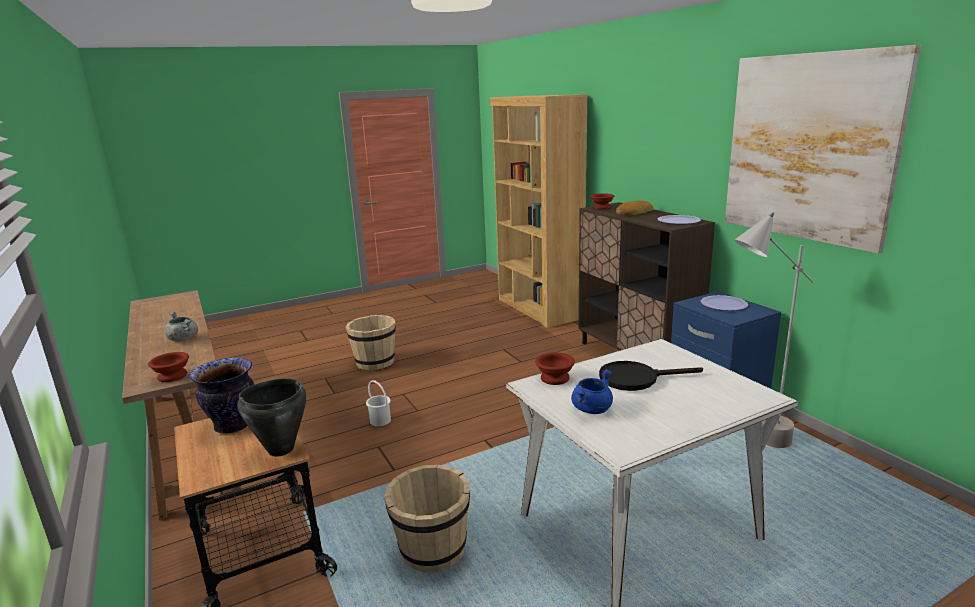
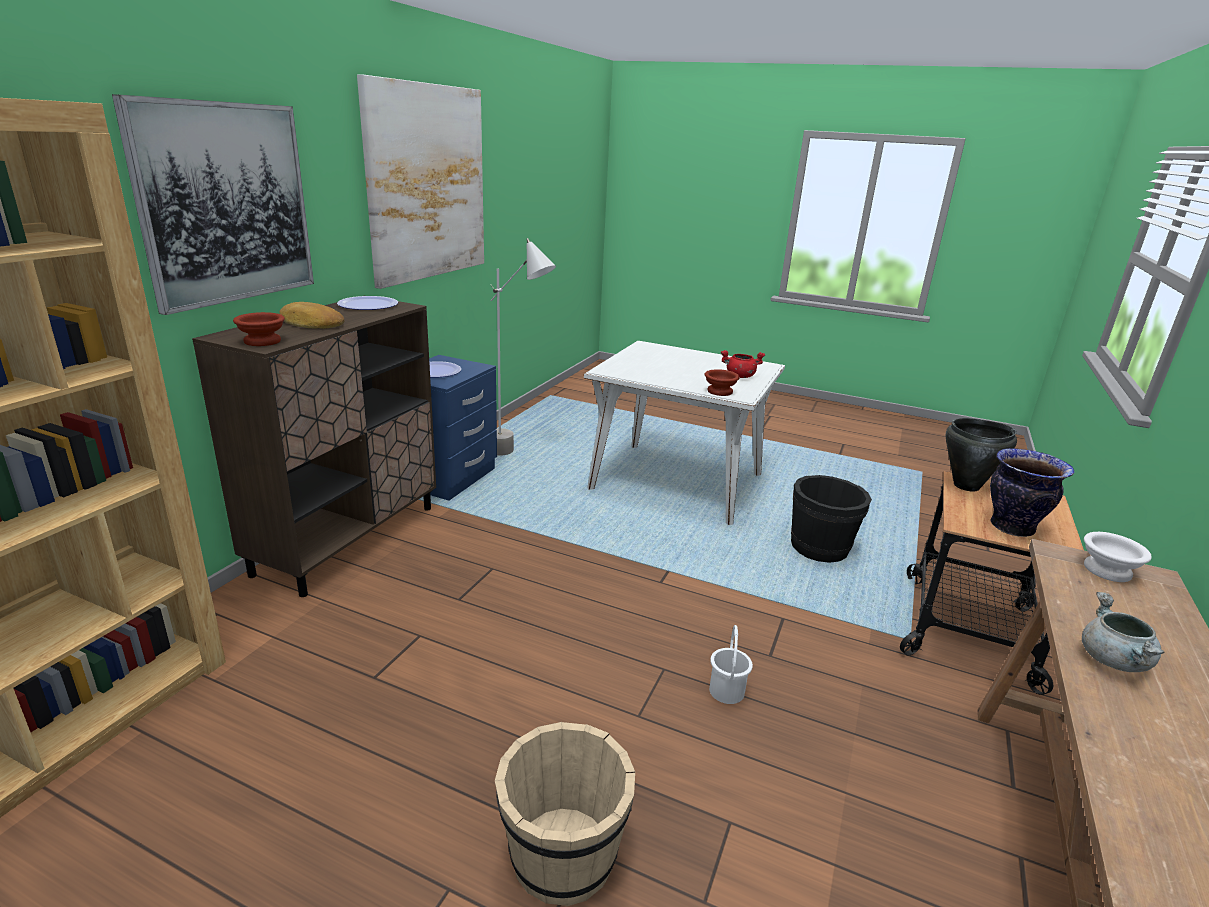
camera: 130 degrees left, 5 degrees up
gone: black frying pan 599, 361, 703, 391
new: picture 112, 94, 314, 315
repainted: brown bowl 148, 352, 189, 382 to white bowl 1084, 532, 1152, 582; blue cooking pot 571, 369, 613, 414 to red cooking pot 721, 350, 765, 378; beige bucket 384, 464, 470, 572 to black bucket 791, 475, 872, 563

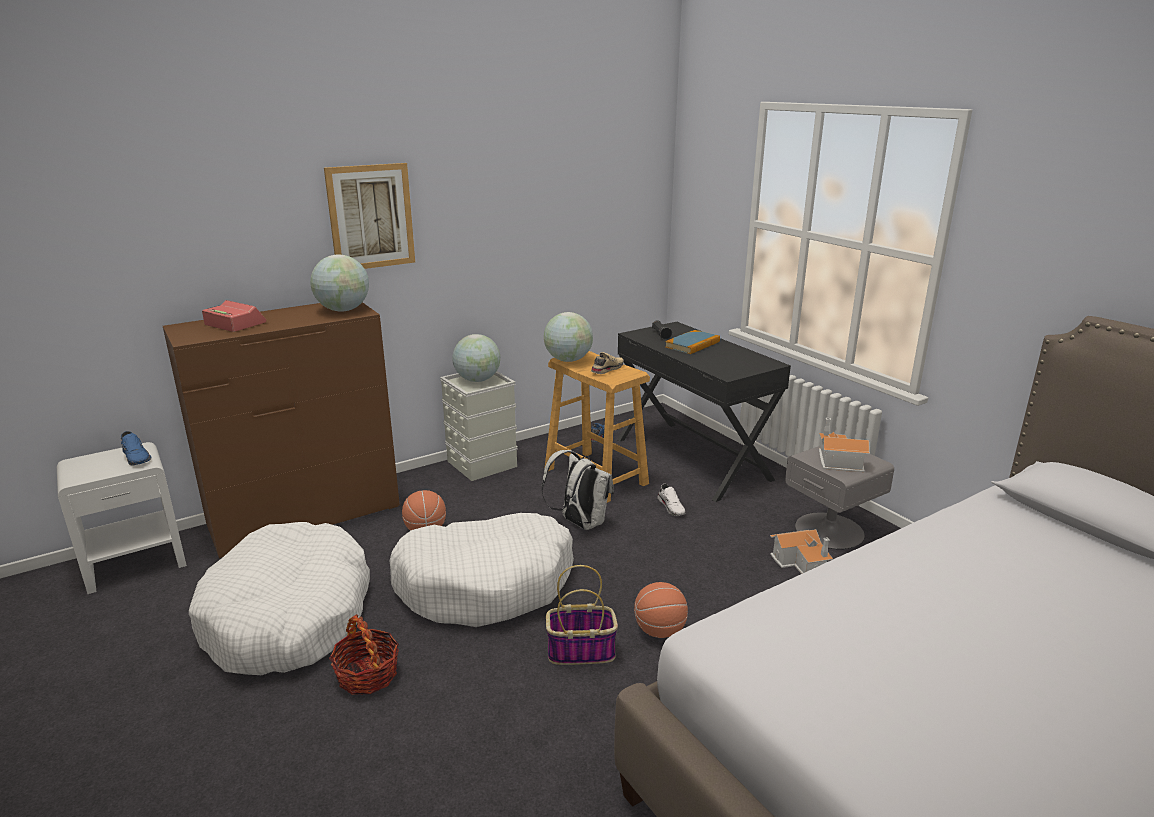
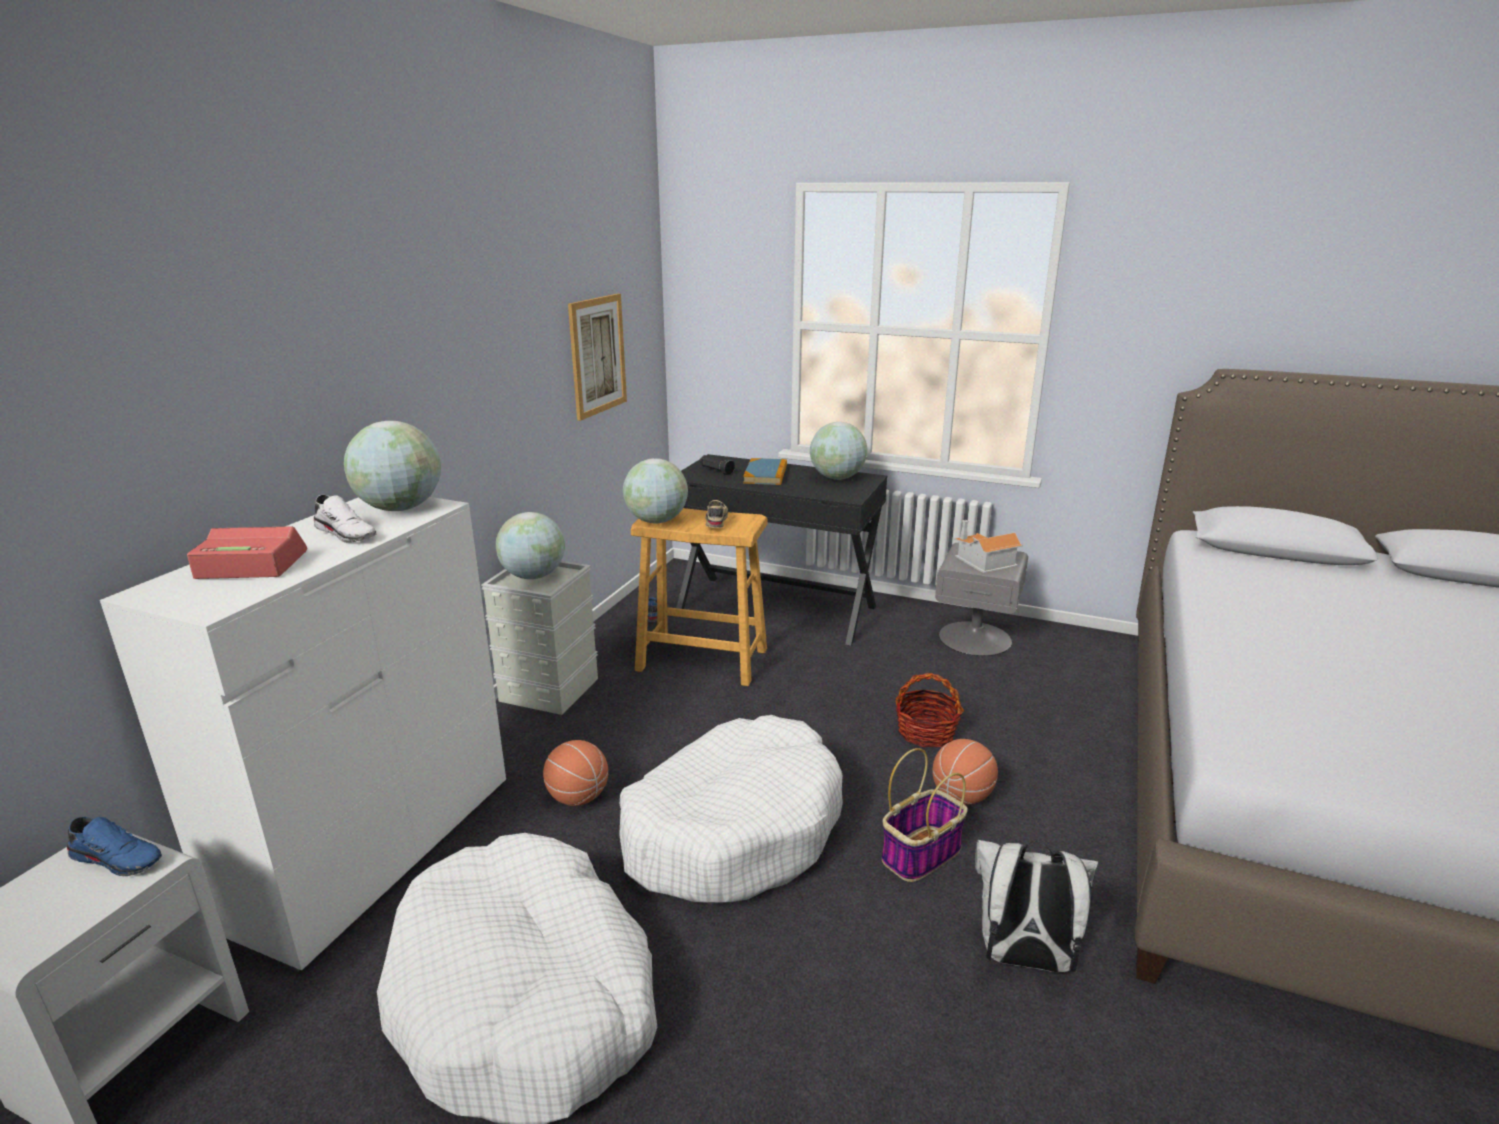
camera: 35 degrees left, 0 degrees up
gone: toy house 770, 529, 833, 574
new: globe 810, 422, 867, 480
shifted: picture 324, 163, 415, 269 to 568, 294, 627, 421; white backpack 542, 450, 614, 530 to 975, 840, 1098, 972; white shoe 657, 484, 686, 516 to 314, 495, 377, 543; basket 329, 614, 399, 695 to 895, 673, 964, 747
repainted: brown dresser 163, 302, 400, 558 to white dresser 100, 497, 506, 972

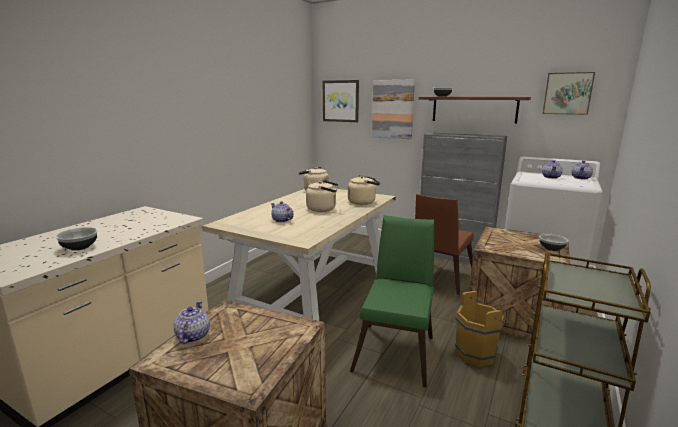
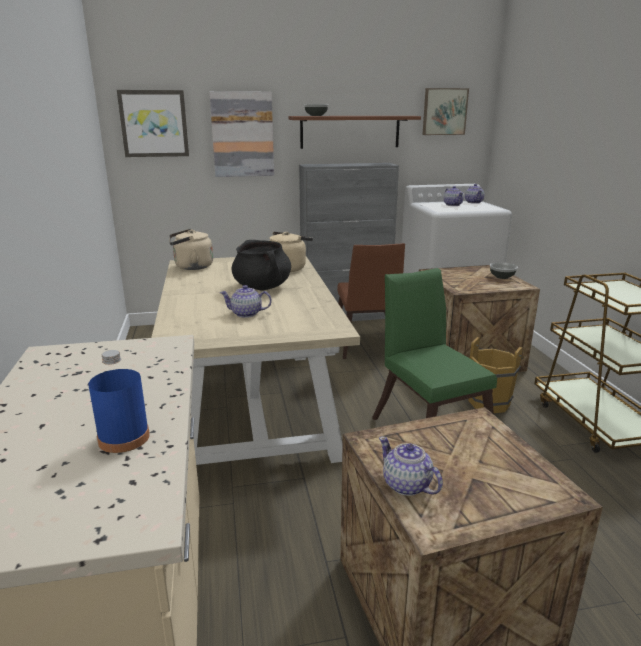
camera: 40 degrees left, 5 degrees up
swapped: beige kettle 306, 180, 339, 212 to black cooking pot 232, 240, 291, 291; bowl 55, 227, 98, 251 to blue bottle 88, 350, 150, 453

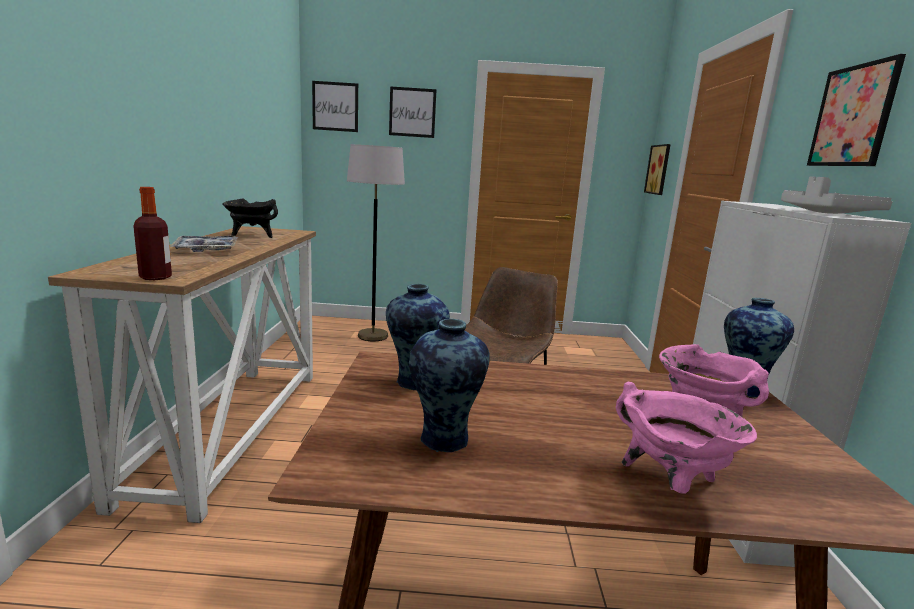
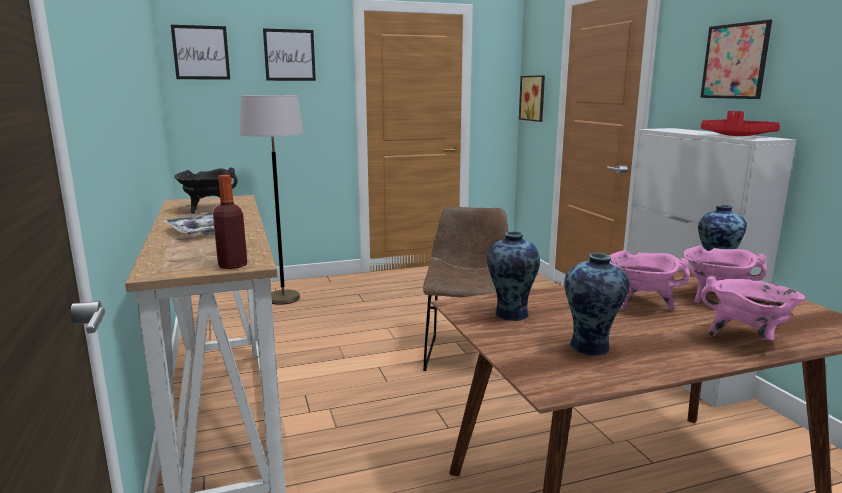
camera: 20 degrees left, 0 degrees up
new: pink cooking pot 610, 250, 690, 311
repainted: grey tray 781, 176, 892, 214 to red tray 701, 111, 780, 136

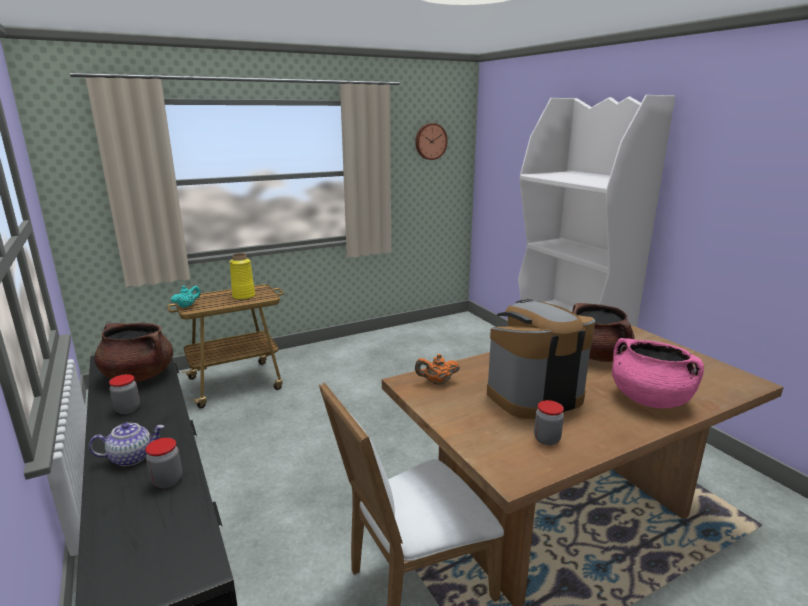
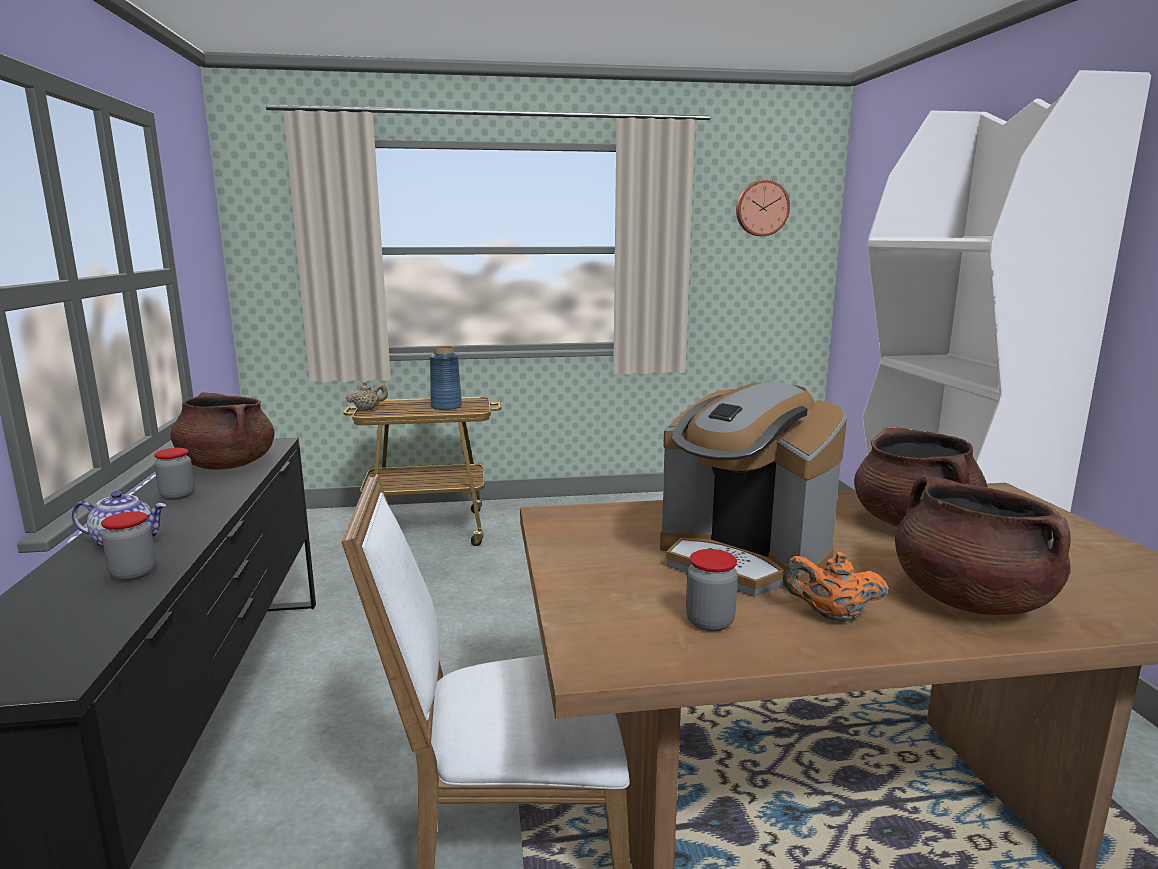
camera: 20 degrees right, 5 degrees down
shifted: orange teapot 415, 354, 460, 385 to 783, 552, 889, 622
repainted: yellow vase 230, 253, 255, 300 to blue vase 430, 346, 462, 410; turquoise teapot 171, 286, 201, 308 to beige teapot 346, 381, 388, 411; pink cooking pot 612, 338, 704, 408 to brown cooking pot 895, 475, 1071, 615
rotated: coffee machine 487, 299, 595, 419 = 660, 382, 847, 597 135 degrees counterclockwise

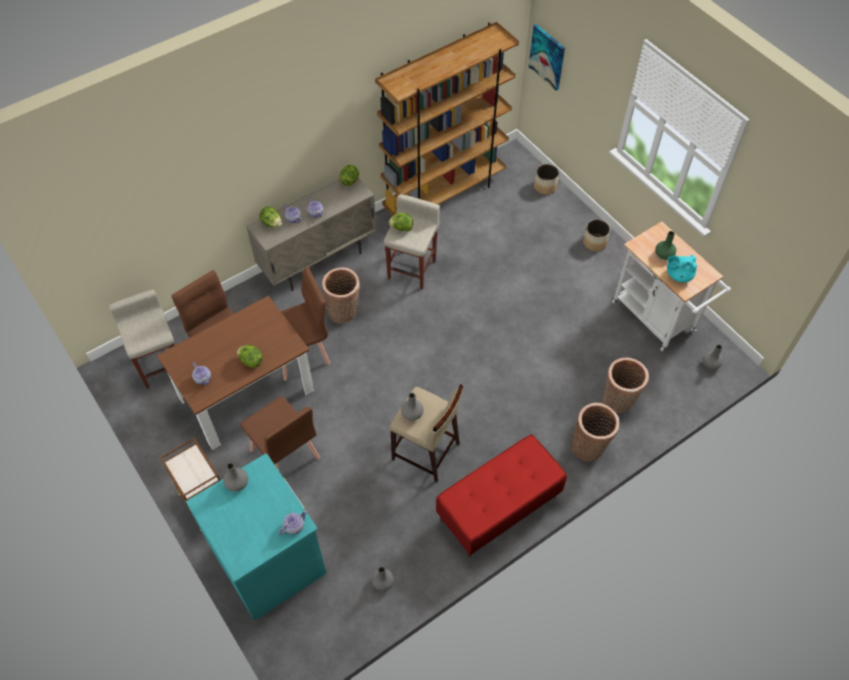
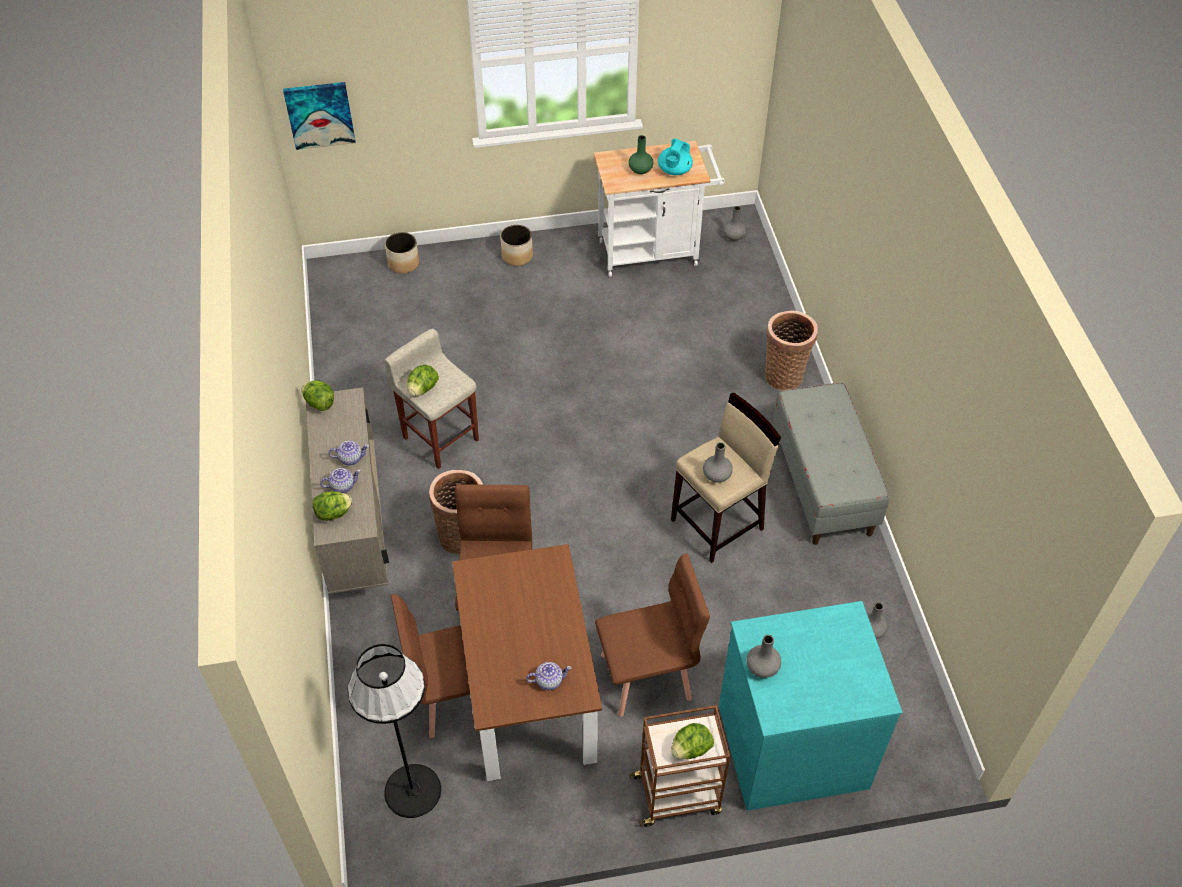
camera: 65 degrees left, 5 degrees down
gone: brown bookcase 375, 22, 519, 216; basket 603, 357, 649, 413; teapot 278, 510, 307, 535
shifted: lettuce 237, 345, 262, 368 to 671, 723, 714, 759
swapped: beige stool 108, 289, 175, 389 to black floor lamp 348, 644, 441, 818
repainted: red bench 436, 434, 567, 557 to grey bench 773, 383, 889, 545

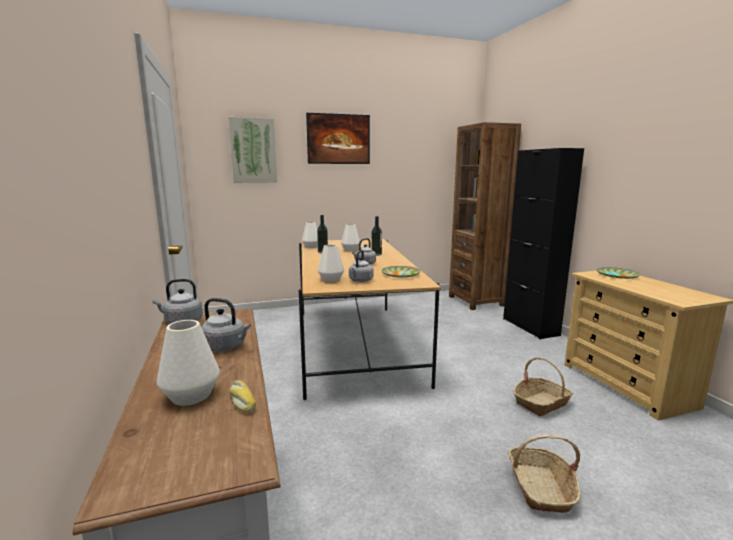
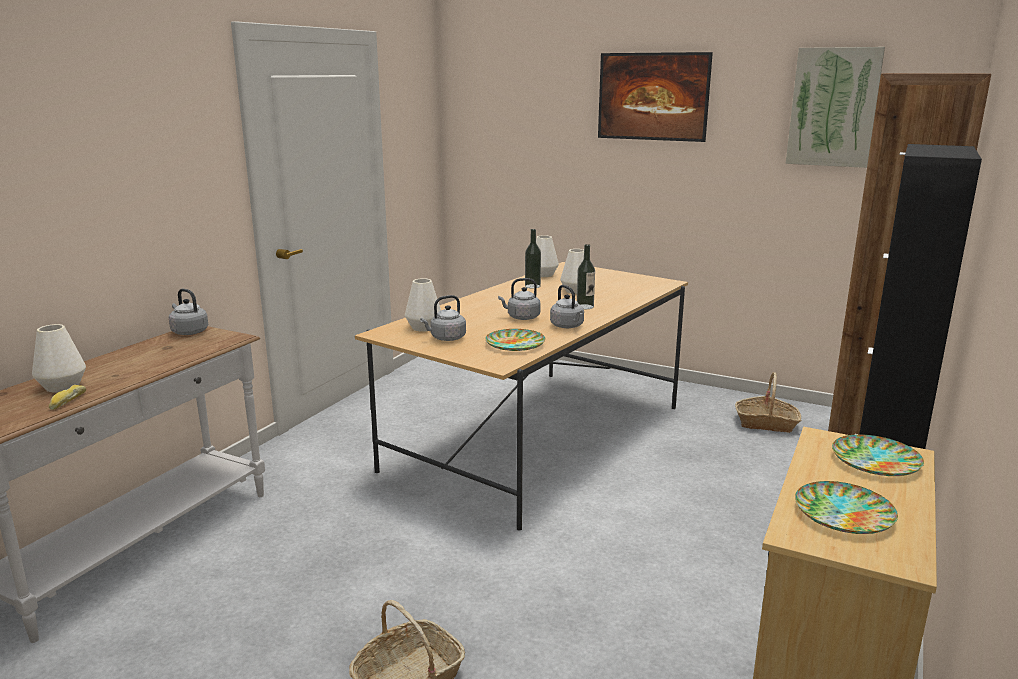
camera: 45 degrees right, 5 degrees up
new: plate 795, 481, 898, 534
shifted: picture 229, 117, 277, 183 to 786, 47, 885, 168; grey kettle 201, 298, 251, 352 to 550, 285, 584, 328; basket 513, 357, 573, 416 to 735, 372, 801, 433

